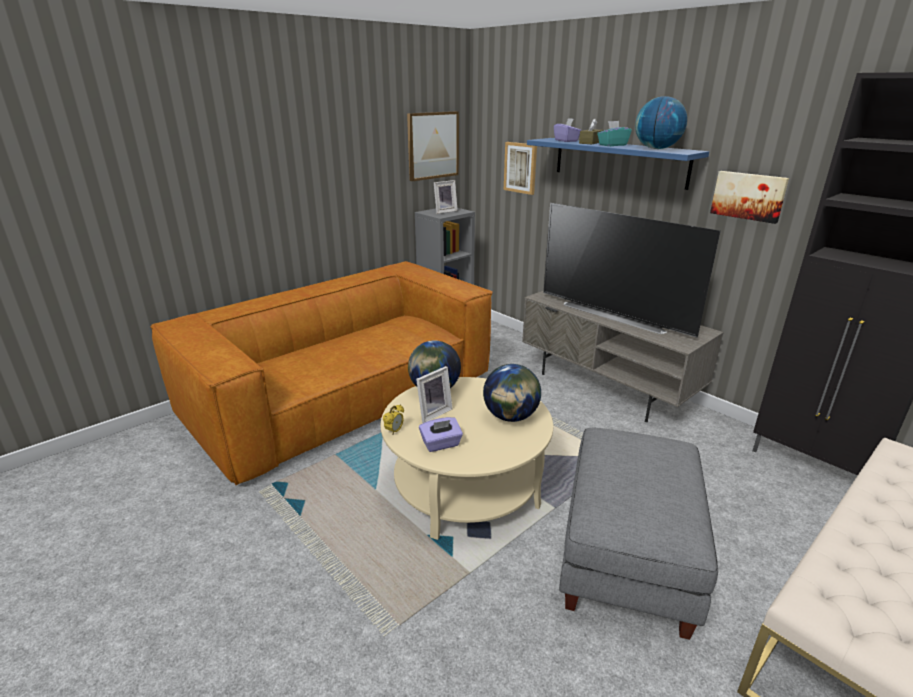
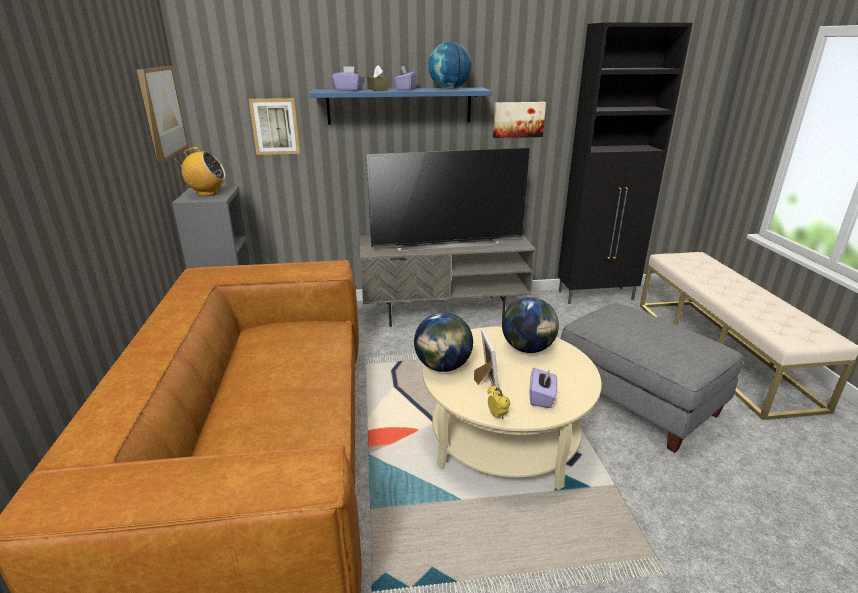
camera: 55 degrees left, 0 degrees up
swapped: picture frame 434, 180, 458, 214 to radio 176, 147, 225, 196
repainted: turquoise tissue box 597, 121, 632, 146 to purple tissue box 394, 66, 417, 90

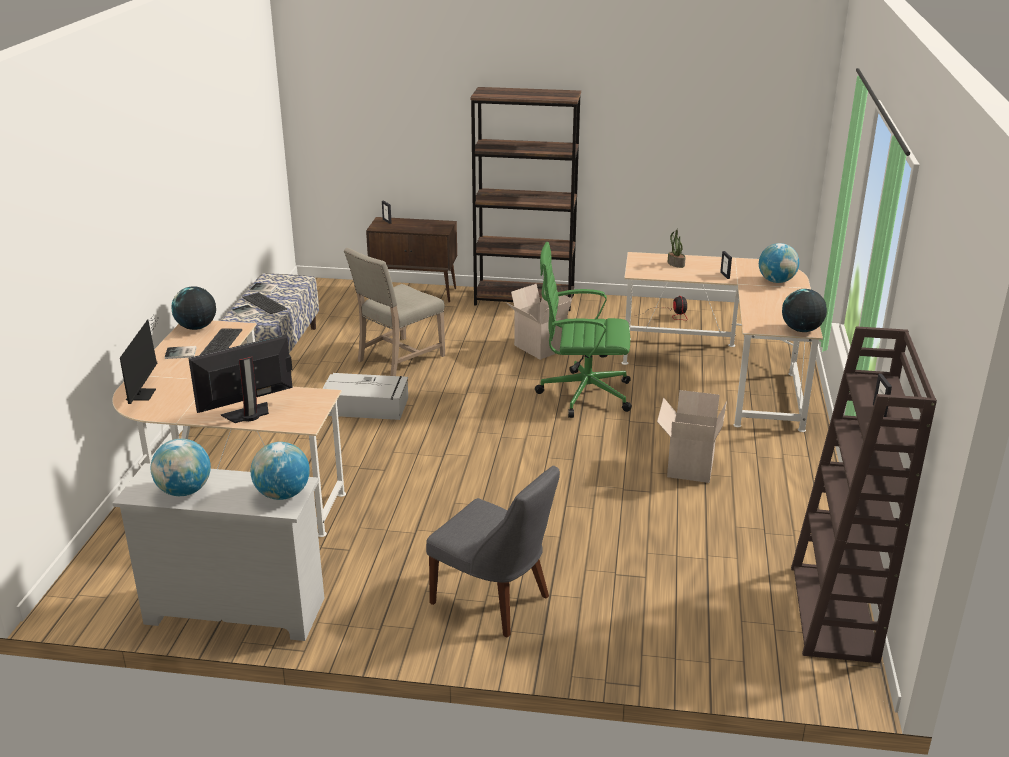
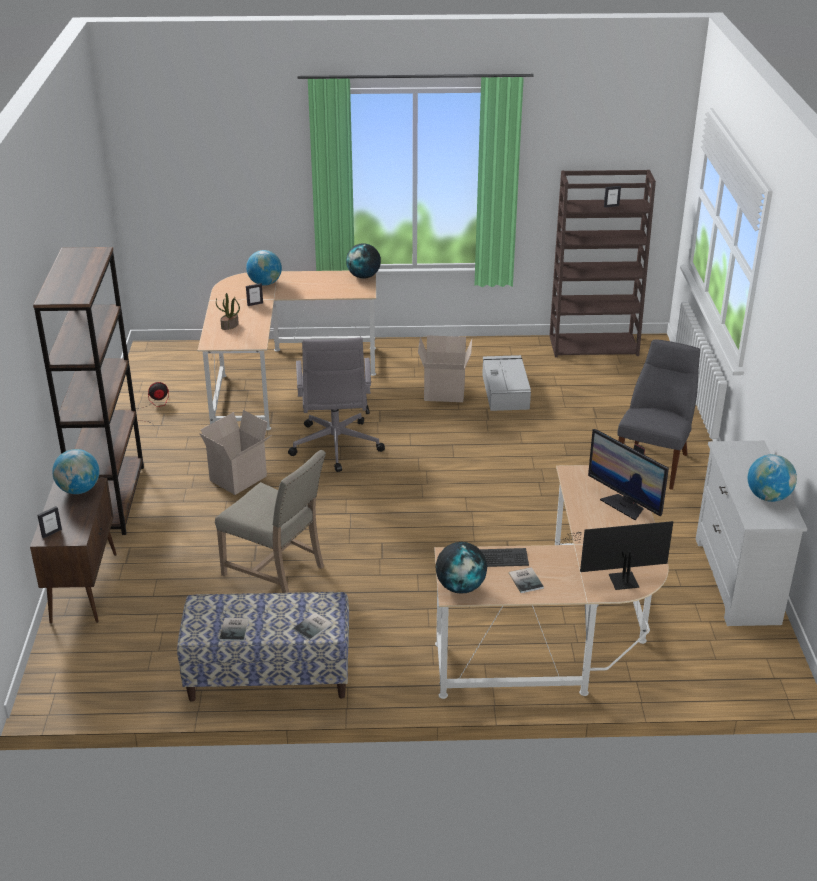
camera: 100 degrees left, 5 degrees up
gone: keyboard 242, 292, 287, 314
shifted: grey storage box 322, 373, 408, 420 to 482, 355, 531, 411; globe 251, 442, 310, 500 to 52, 449, 99, 494
repainted: green office chair 535, 242, 632, 418 to grey office chair 288, 337, 385, 472

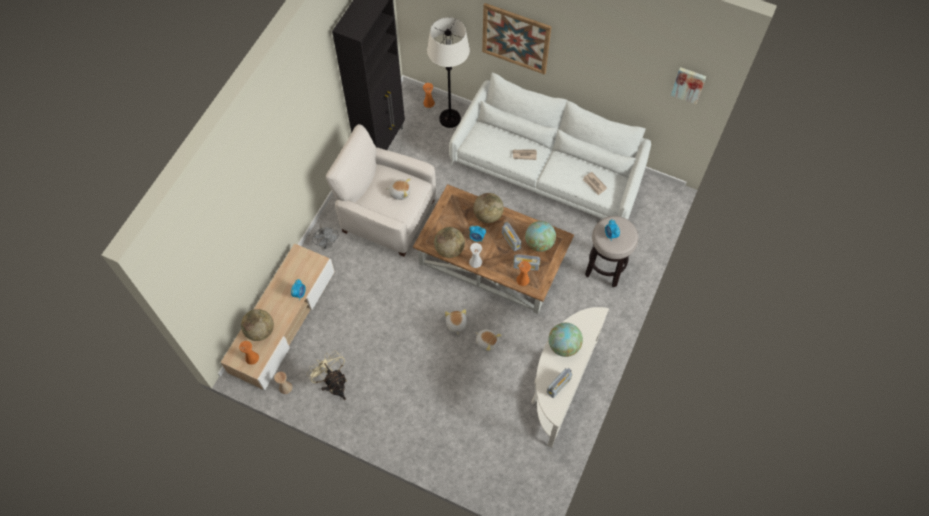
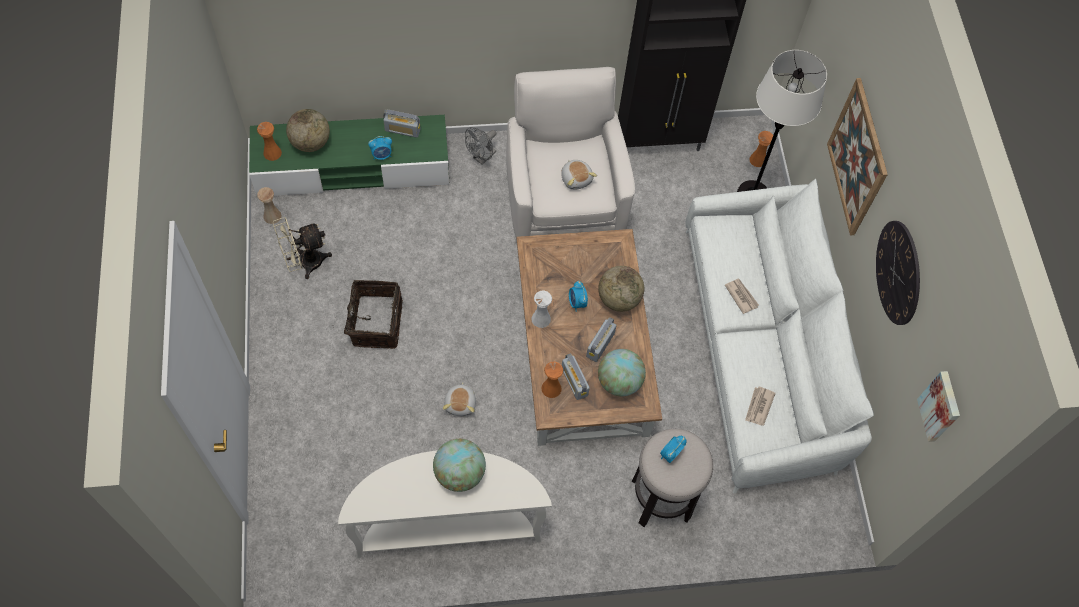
camera: 55 degrees right, 0 degrees up
gone: globe 434, 227, 465, 258; plush toy 445, 309, 467, 335
new: wall clock 876, 221, 920, 325; basket 333, 280, 403, 349
shifted: radio 547, 368, 573, 398 to 383, 110, 421, 138
repainted: beige tv stand 220, 243, 335, 390 to green tv stand 249, 115, 449, 196
rotated: beige fan 307, 351, 347, 400 = 273, 217, 332, 279 135 degrees counterclockwise

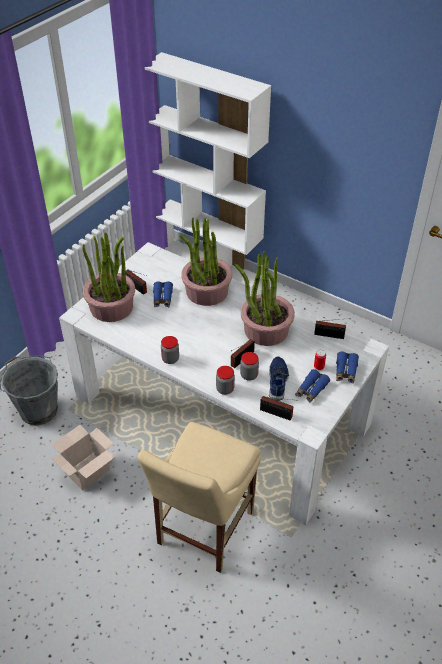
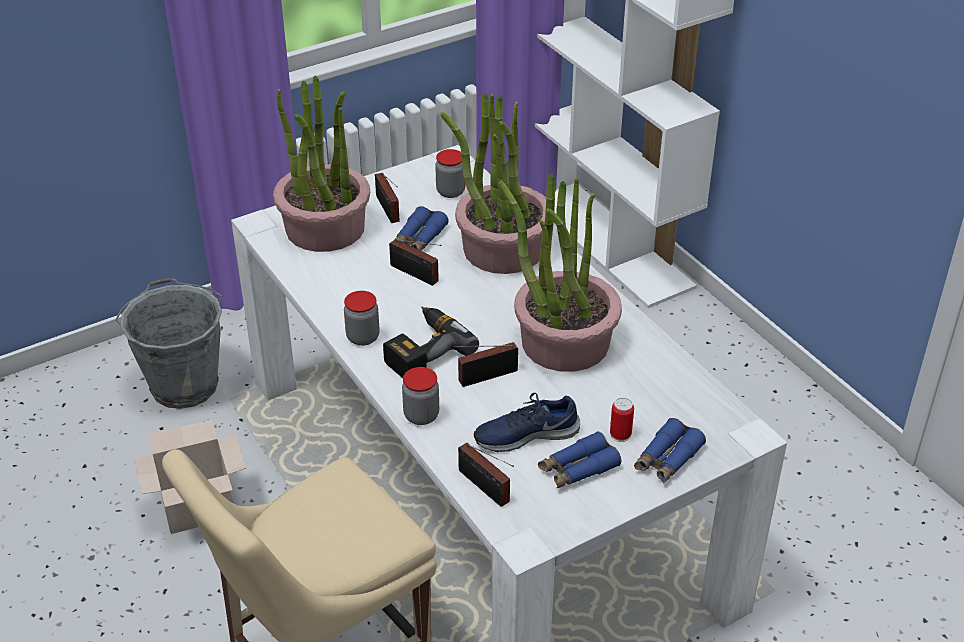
camera: 25 degrees right, 5 degrees down
new: power drill 383, 306, 479, 378
shifted: radio 314, 318, 351, 339 to 389, 239, 442, 286; jar 240, 352, 259, 381 to 435, 149, 465, 198
rotated: blue shoe 269, 357, 289, 401 = 474, 393, 580, 452 135 degrees counterclockwise

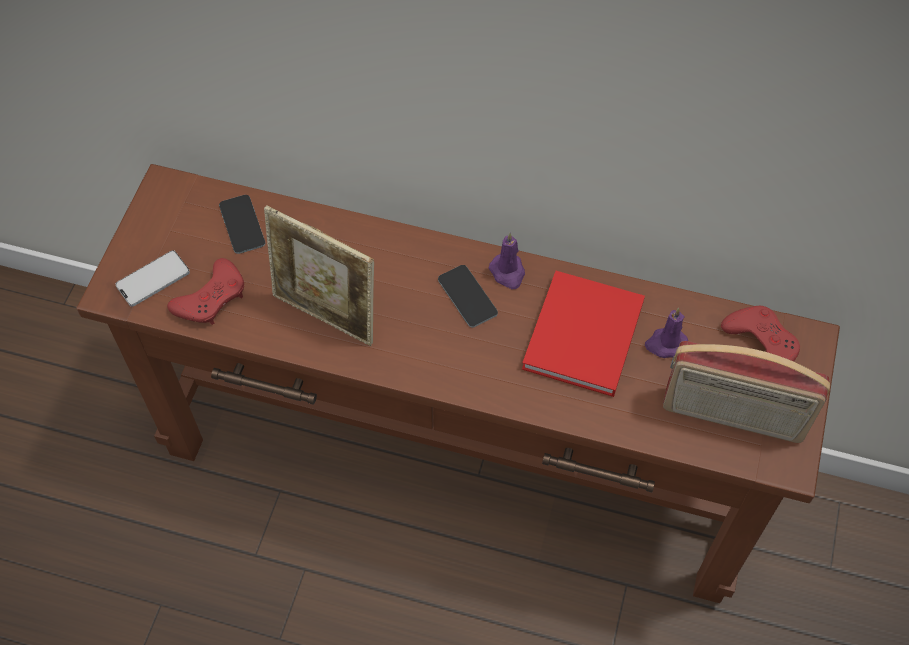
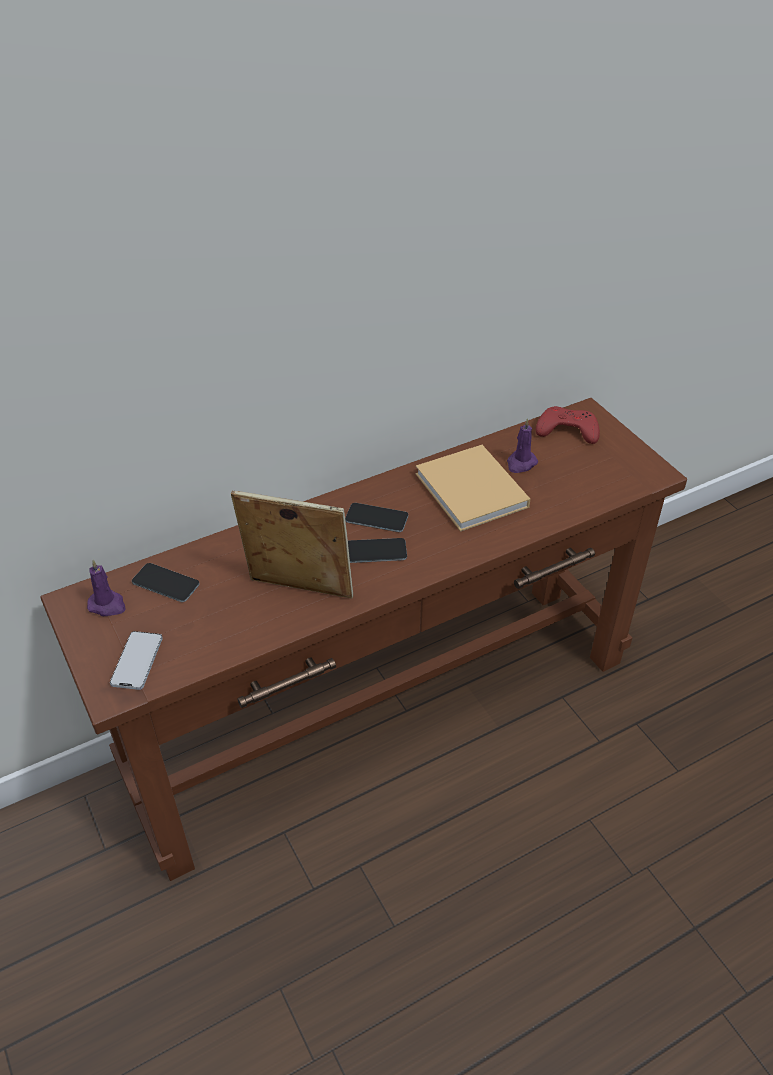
camera: 45 degrees left, 15 degrees down
gone: red game controller 167, 258, 244, 325; radio 663, 341, 830, 443
new: phone 348, 538, 407, 563
shifted: purple candle 489, 233, 525, 289 to 87, 560, 126, 616
repainted: red book 522, 271, 645, 397 to beige book 416, 445, 530, 532
rotated: picture frame 264, 206, 374, 346 = 231, 491, 353, 599 150 degrees counterclockwise

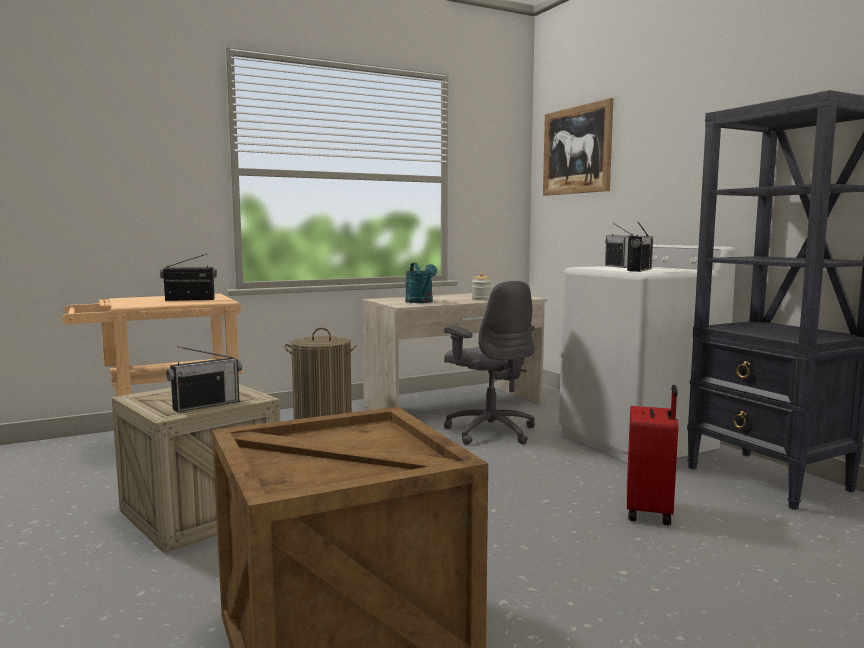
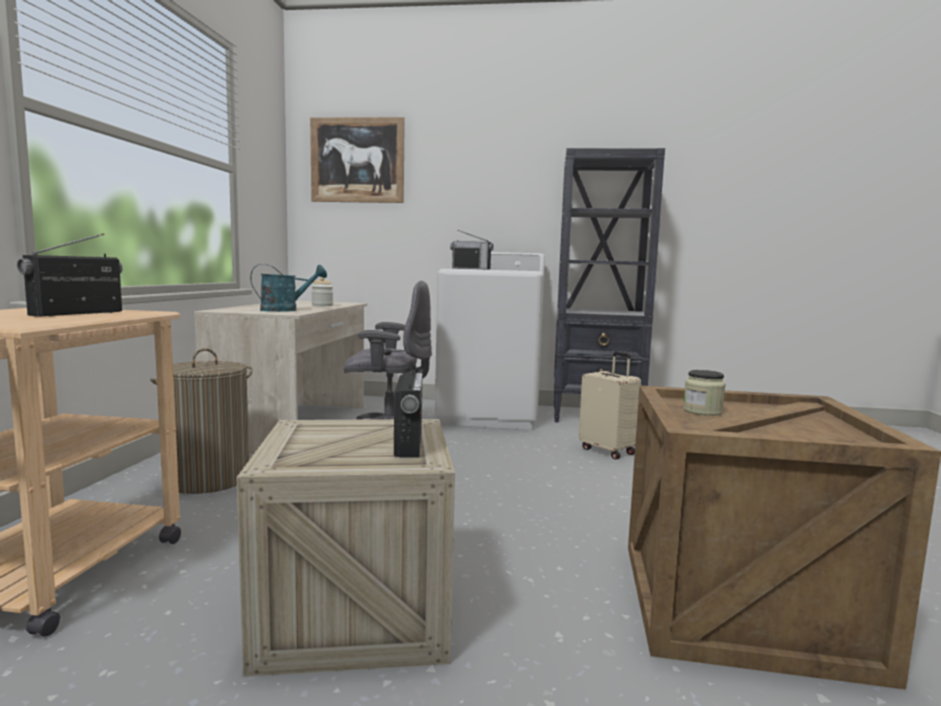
camera: 55 degrees left, 0 degrees up
gone: radio 627, 222, 653, 272
new: jar 683, 370, 726, 416
repainted: red suitcase 627, 385, 678, 525 to beige suitcase 579, 352, 641, 460
rotated: turquoise watering can 405, 263, 437, 303 = 250, 264, 327, 312 45 degrees counterclockwise

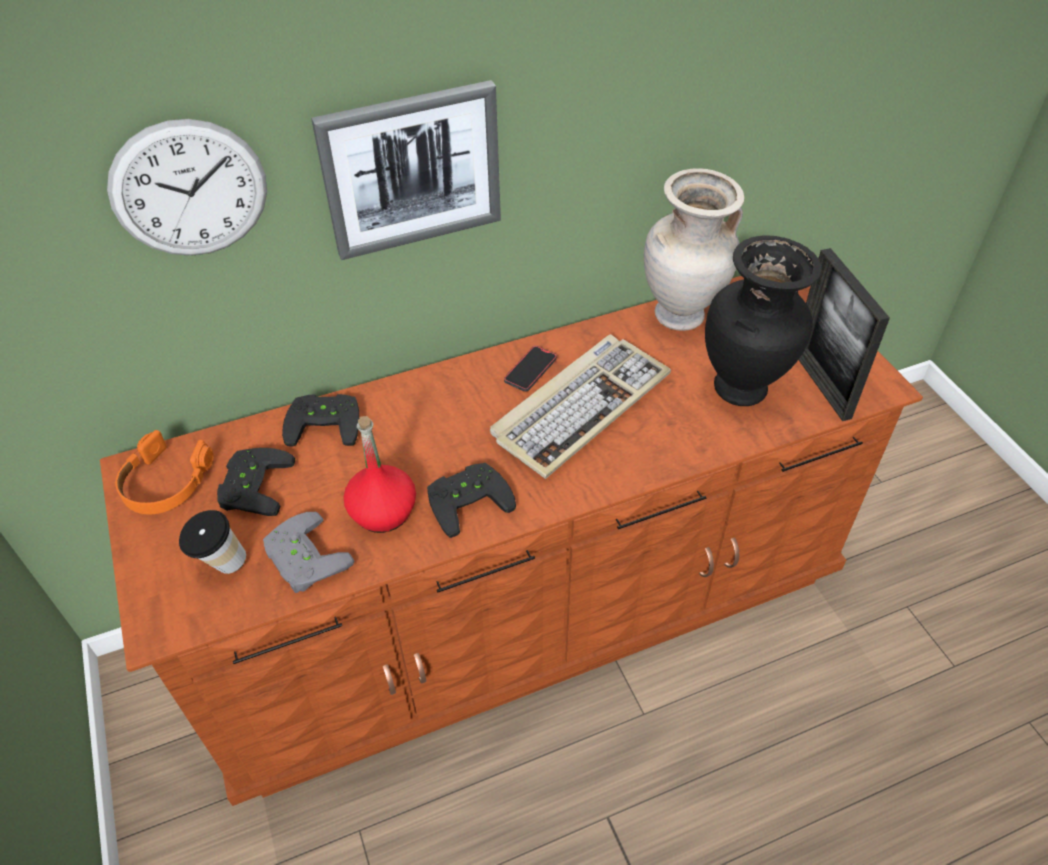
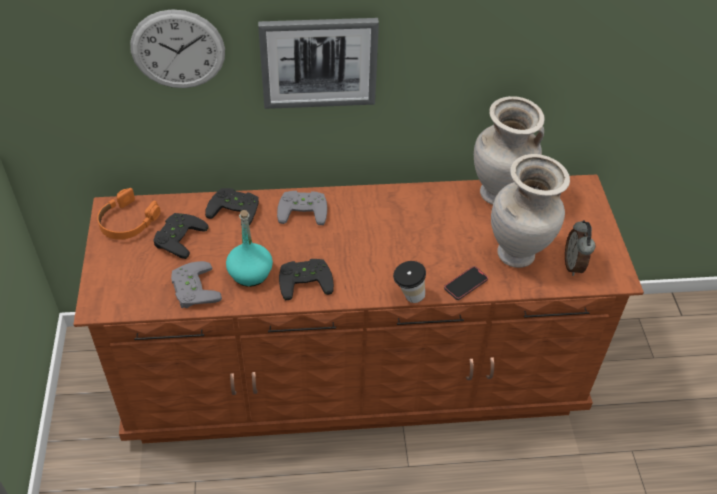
camera: 15 degrees right, 0 degrees up
gone: keyboard 490, 335, 671, 479
new: grey game controller 277, 191, 327, 225
shifted: phone 504, 346, 557, 392 to 444, 266, 488, 300; cup 179, 510, 246, 574 to 393, 261, 426, 303
swapped: picture frame 799, 248, 890, 421 to alarm clock 565, 220, 595, 276
repainted: black vase 705, 235, 822, 406 to beige vase 491, 154, 570, 268; red bottle 343, 416, 416, 533 to turquoise bottle 226, 210, 273, 287

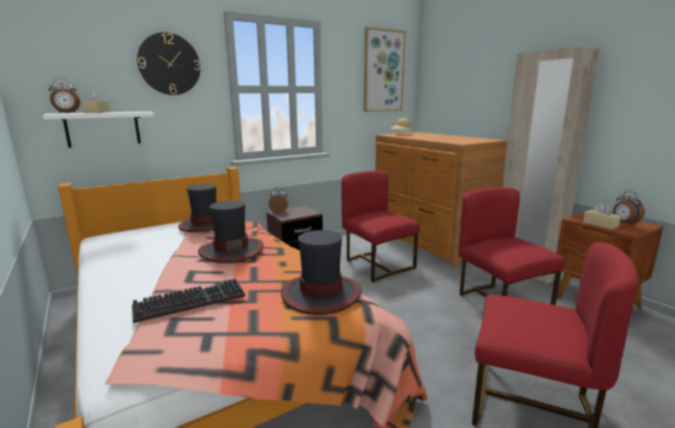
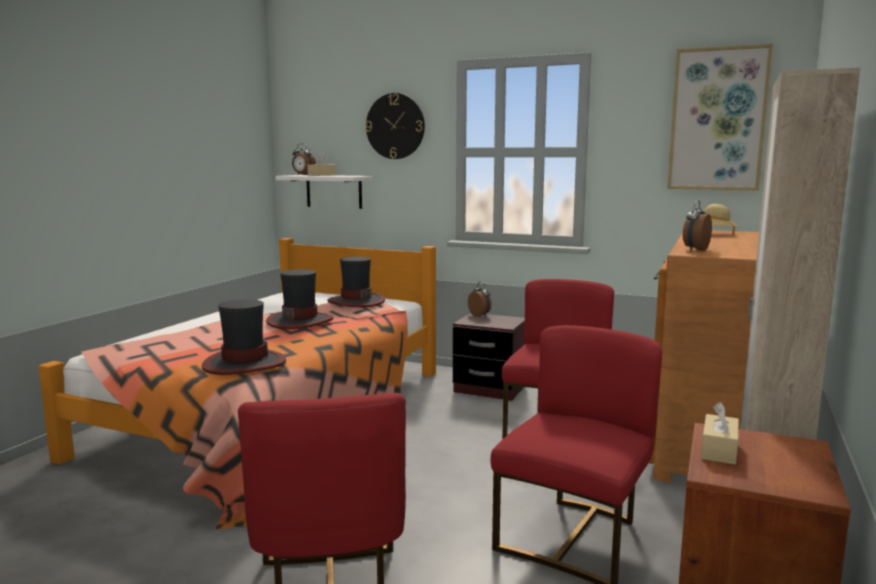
camera: 55 degrees right, 5 degrees down
gone: keyboard 132, 278, 245, 323
shifted: alarm clock 613, 190, 645, 225 to 683, 200, 712, 251

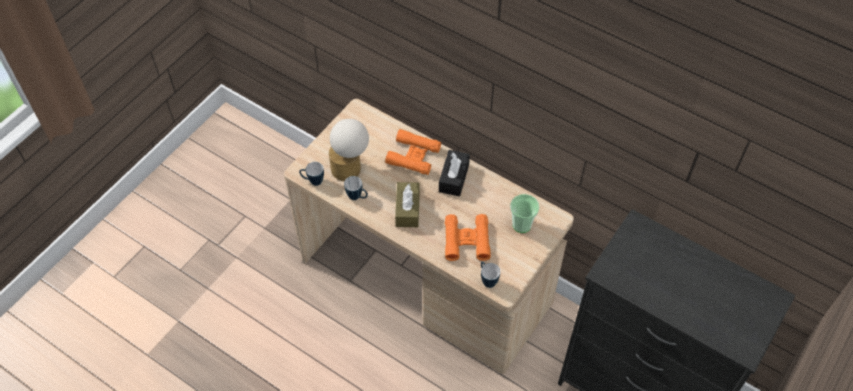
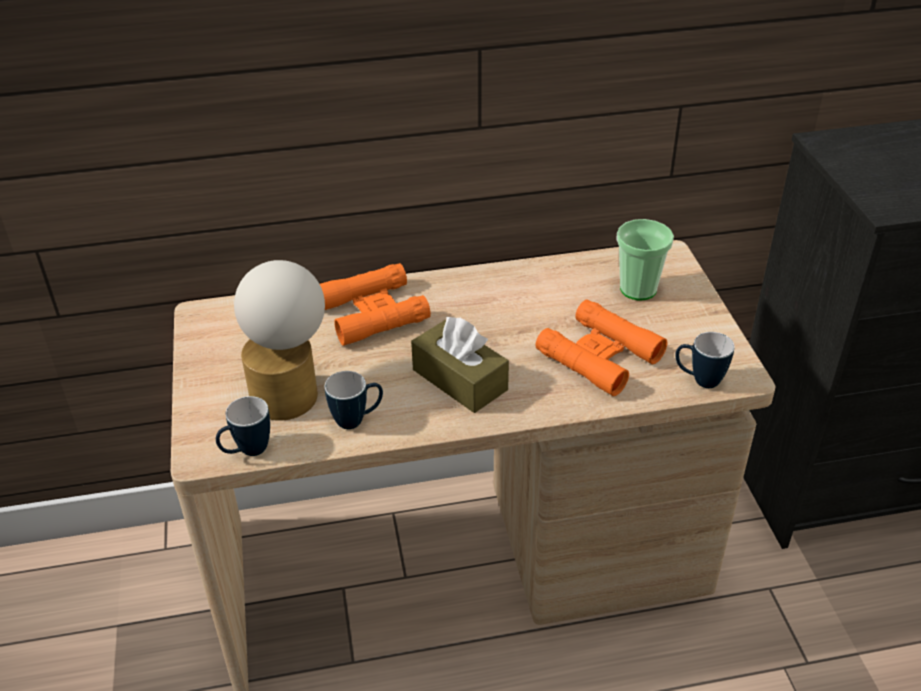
camera: 45 degrees left, 15 degrees down
gone: black tissue box 439, 150, 470, 197

